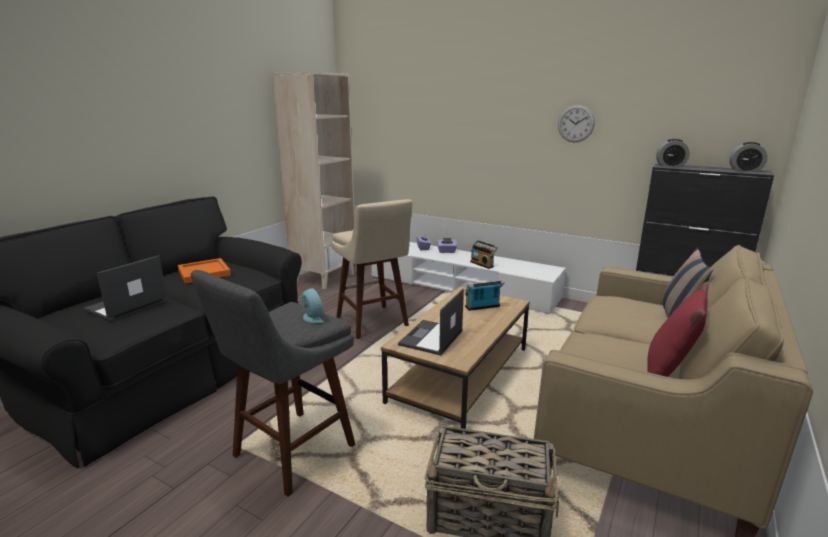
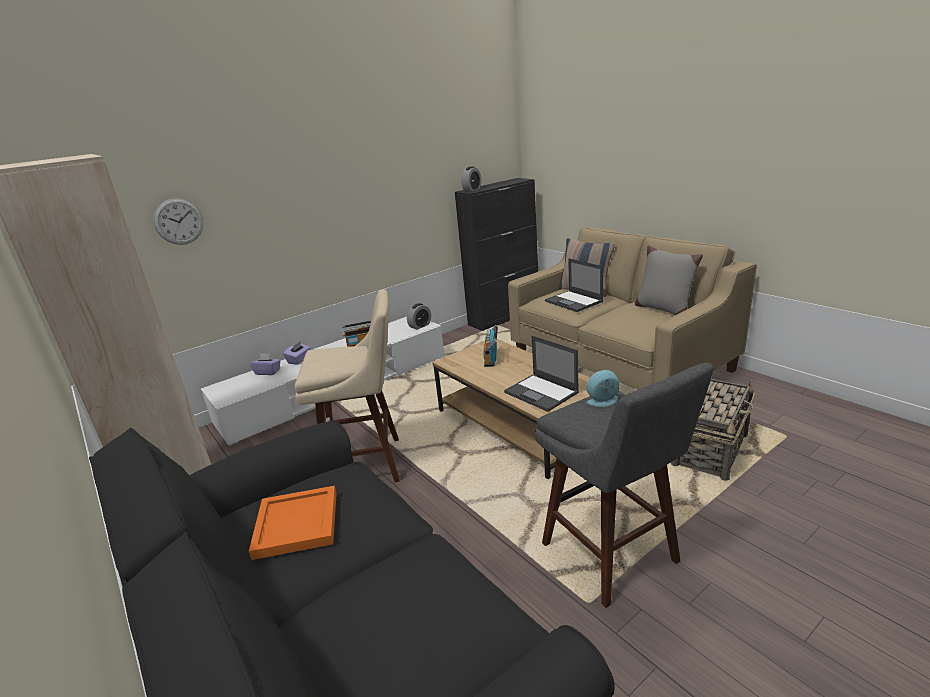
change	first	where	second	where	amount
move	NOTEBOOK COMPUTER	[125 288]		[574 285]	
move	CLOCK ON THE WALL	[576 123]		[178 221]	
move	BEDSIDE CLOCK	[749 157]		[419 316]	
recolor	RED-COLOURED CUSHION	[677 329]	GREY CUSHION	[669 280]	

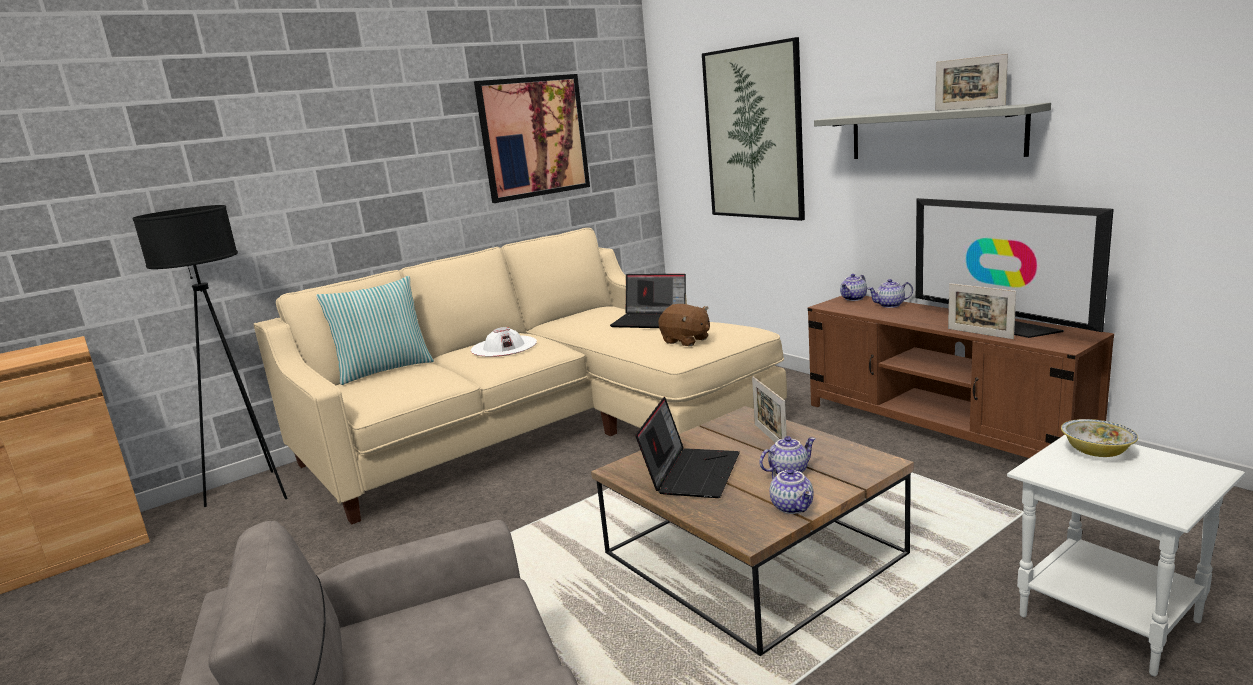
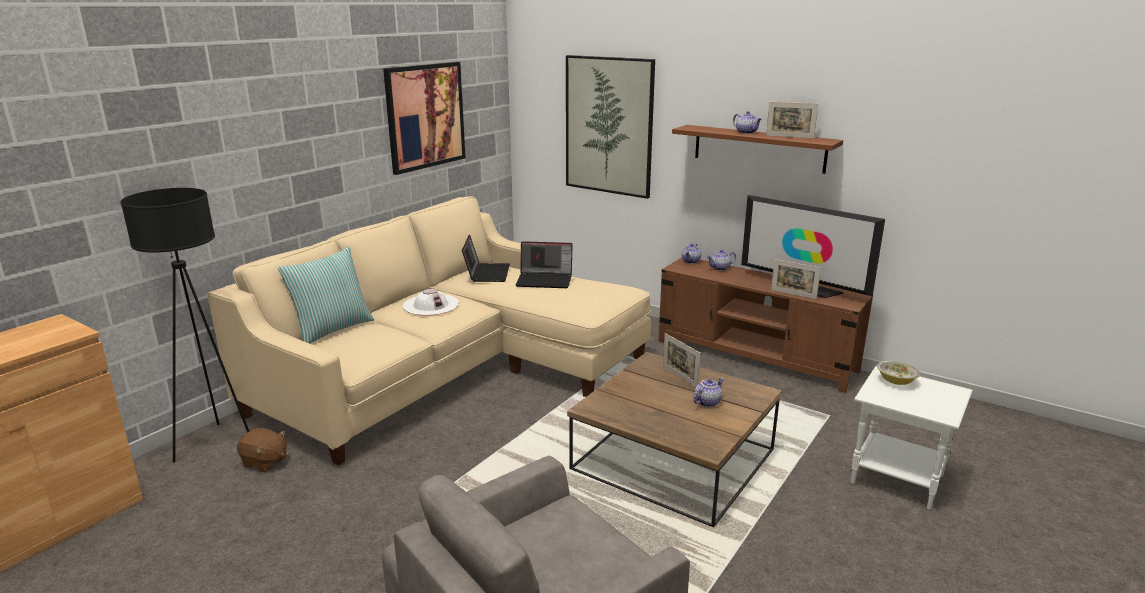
change	first	where	second	where	amount
move	NOTEBOOK COMPUTER	[687 447]		[486 258]	
move	BROWN SOFT TOY	[684 325]		[262 450]	
move	TEA POT	[792 489]		[747 122]	
recolor	GREY WALL SHELF	[932 131]	BROWN WALL SHELF	[757 149]	

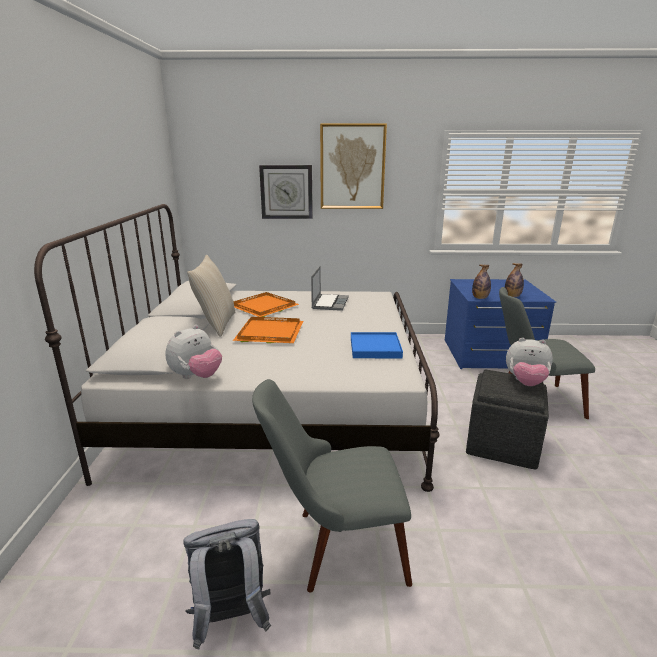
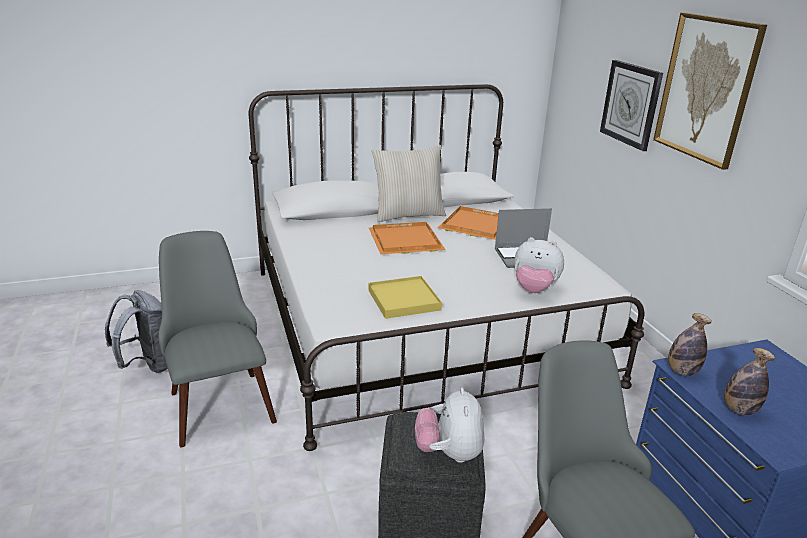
change	first	where	second	where	amount
move	SOFT TOY	[193 352]		[539 265]	
recolor	BLUISH CARRYING TRAY	[377 345]	YELLOW-COLOURED CARRYING TRAY	[405 297]	

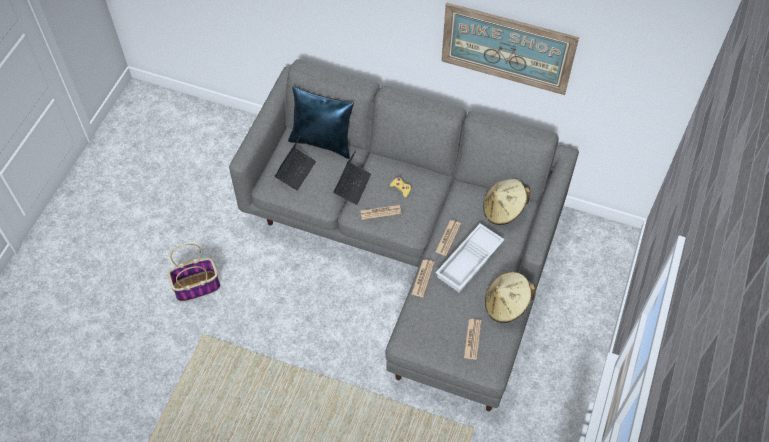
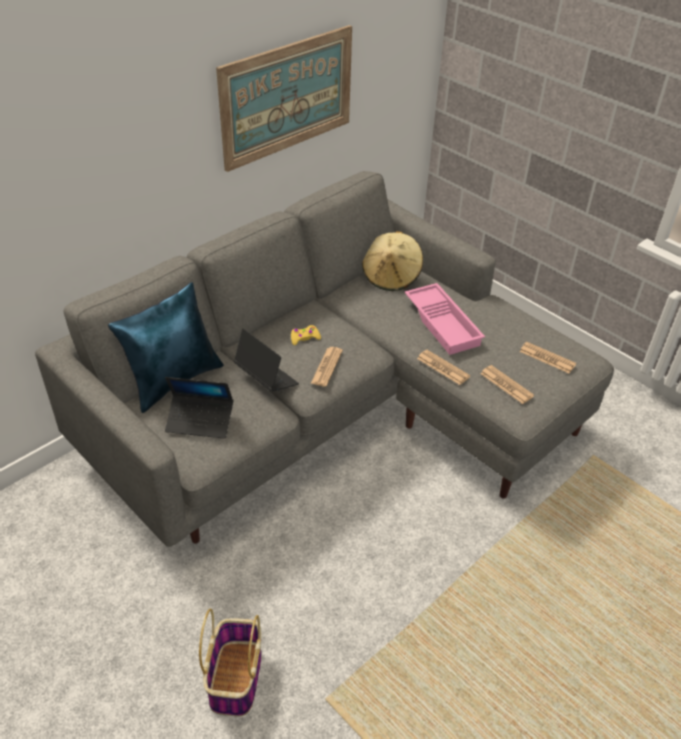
change	first	where	second	where	amount
delete	SAND-COLOURED HAT	[510 297]			
move	PRINTED PAPER	[448 238]		[507 384]	
recolor	WHITE CARRYING TRAY	[470 258]	PINK-COLOURED CARRYING TRAY	[444 319]	
rotate	NOTEBOOK COMPUTER	[295 164]		[199 408]	135 degrees clockwise

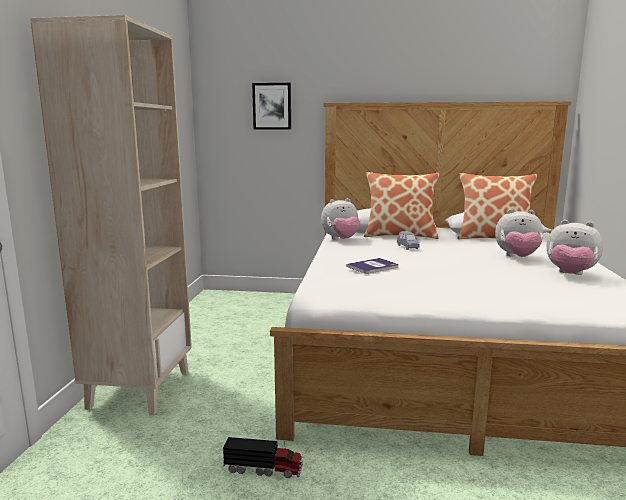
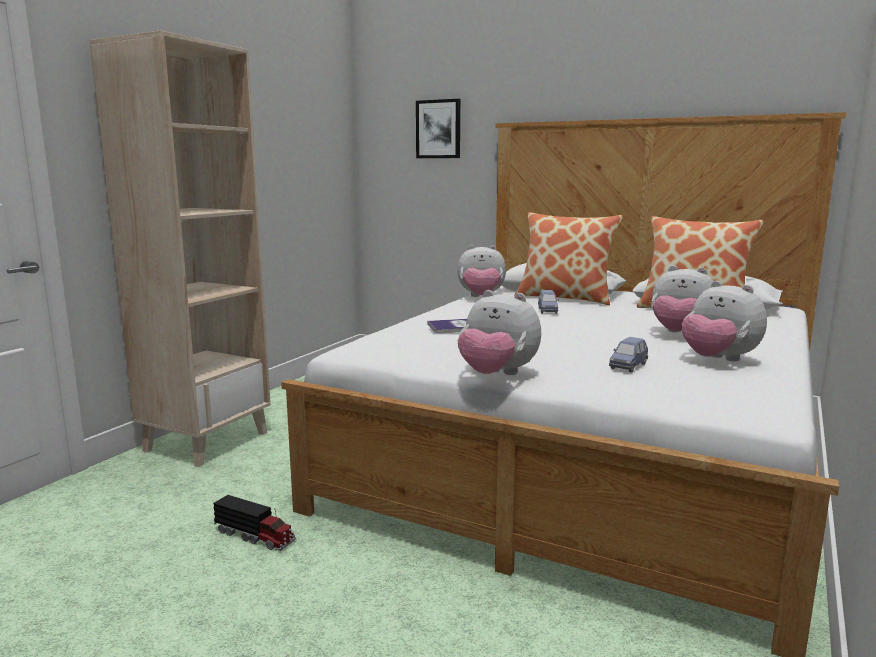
change	first	where	second	where	amount
insert			SOFT TOY	[499 332]	
insert			BLUISH MODEL CAR	[628 355]	

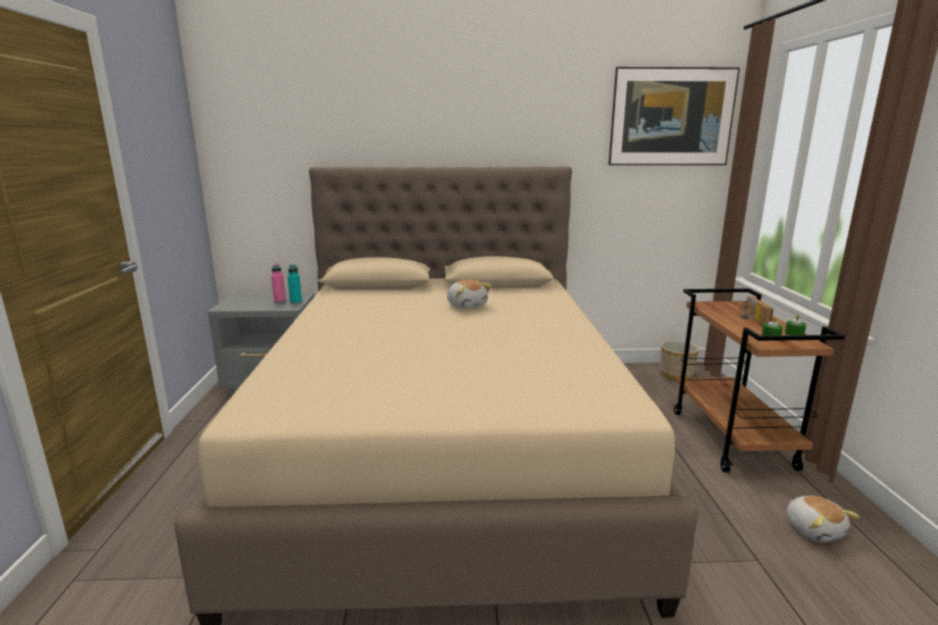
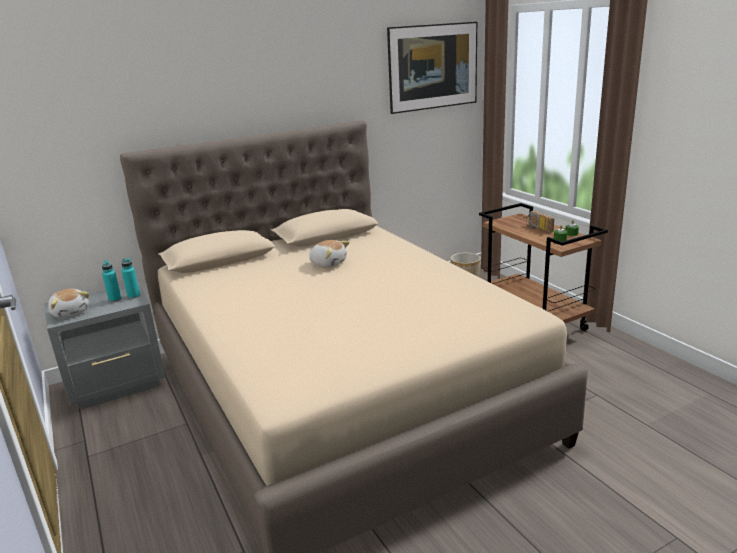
change	first	where	second	where	amount
move	SOFT TOY	[822 519]		[68 303]	
recolor	PINK-COLOURED BOTTLE	[278 283]	TURQUOISE BOTTLE	[112 281]	

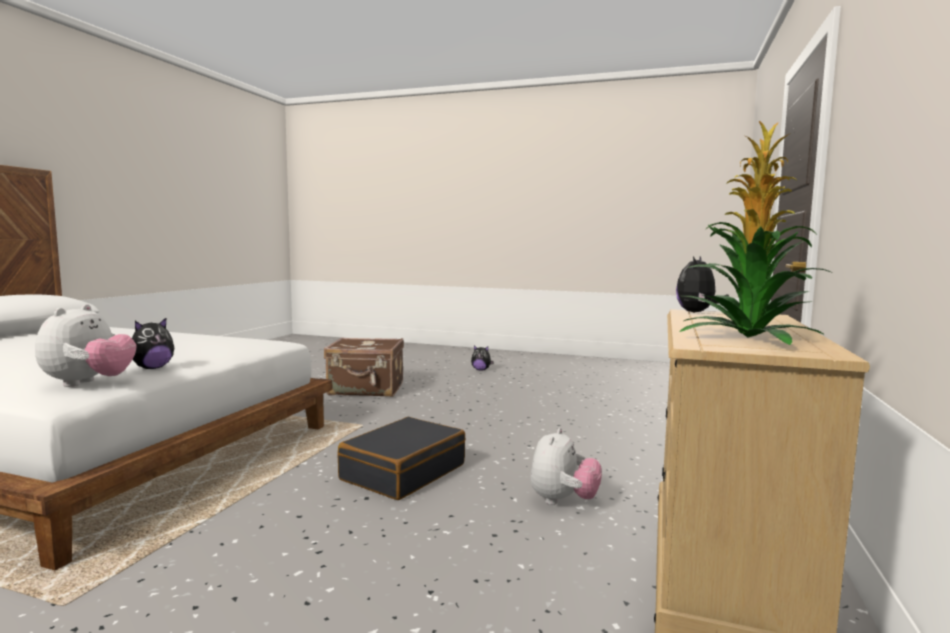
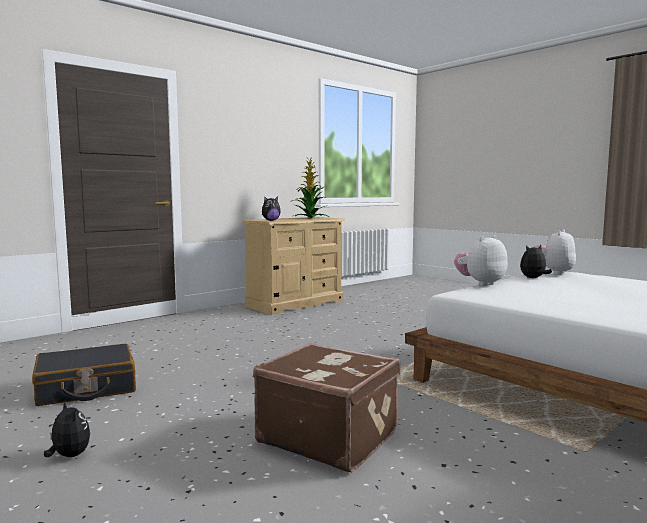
change	first	where	second	where	amount
move	BLACK-COLOURED PIECE OF LUGGAGE	[401 458]		[84 375]	
move	SOFT TOY	[566 466]		[481 260]	

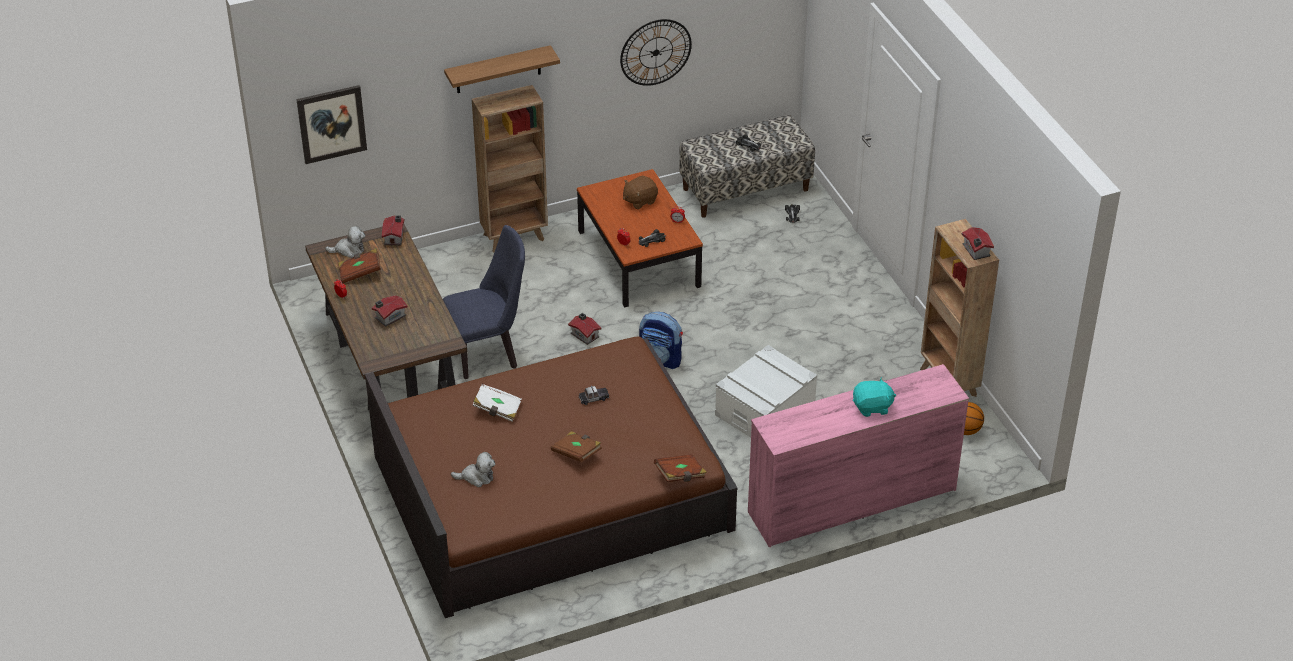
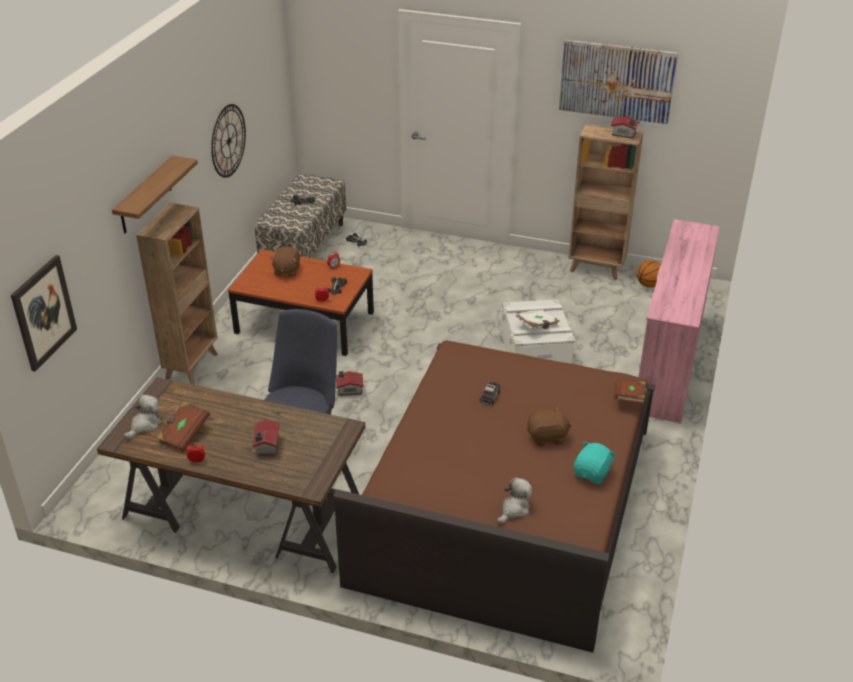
change	first	where	second	where	amount
delete	MODEL HOUSE	[393 230]			
delete	RUCKSACK	[661 340]			
insert			WALL ART	[618 81]	
move	WHITE VOLUME	[497 402]		[537 319]	
move	TURQUOISE SOFT TOY	[874 397]		[595 462]	
replace	BROWN VOLUME	[576 446]	BROWN SOFT TOY	[549 426]	

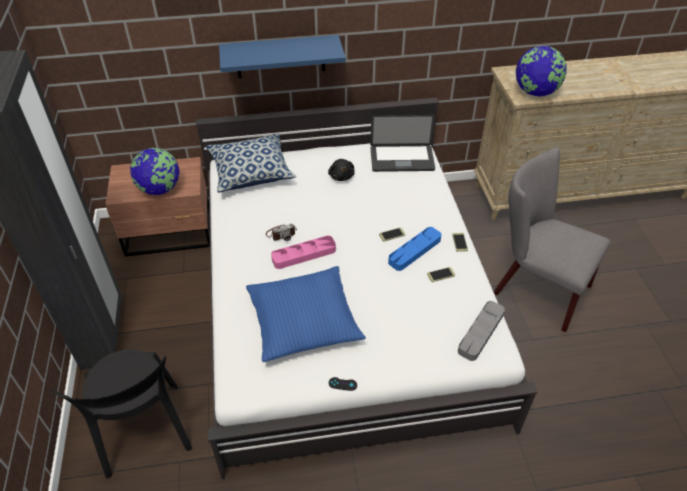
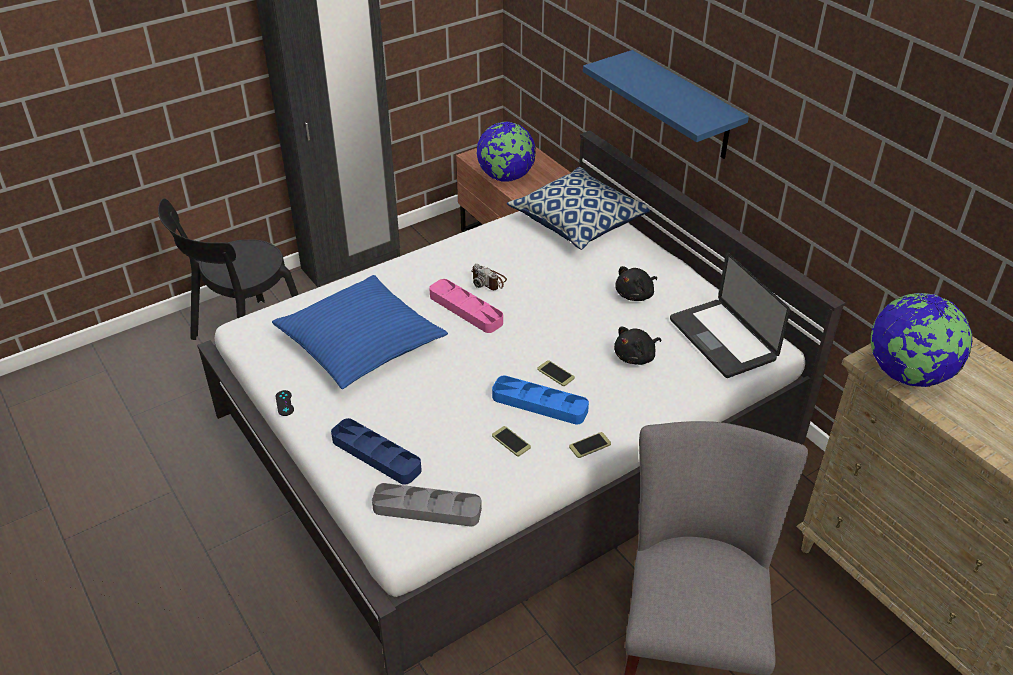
change	first	where	second	where	amount
insert			BLUISH CARRYING TRAY	[376 451]	
insert			BLACK-COLOURED SOFT TOY	[637 346]	

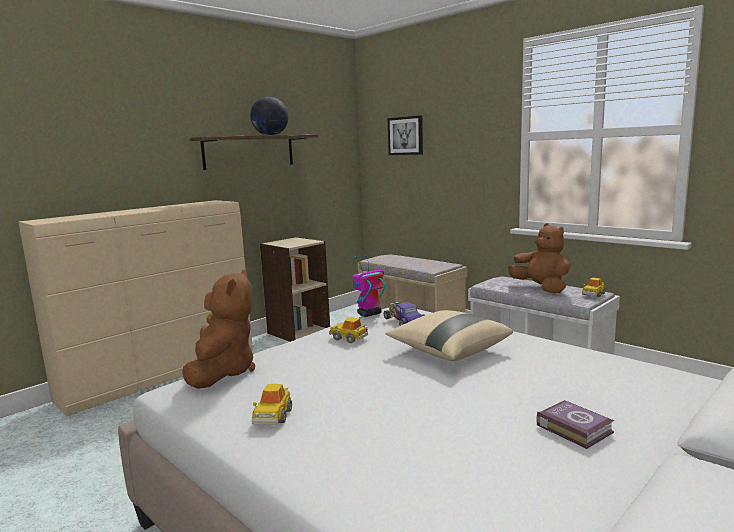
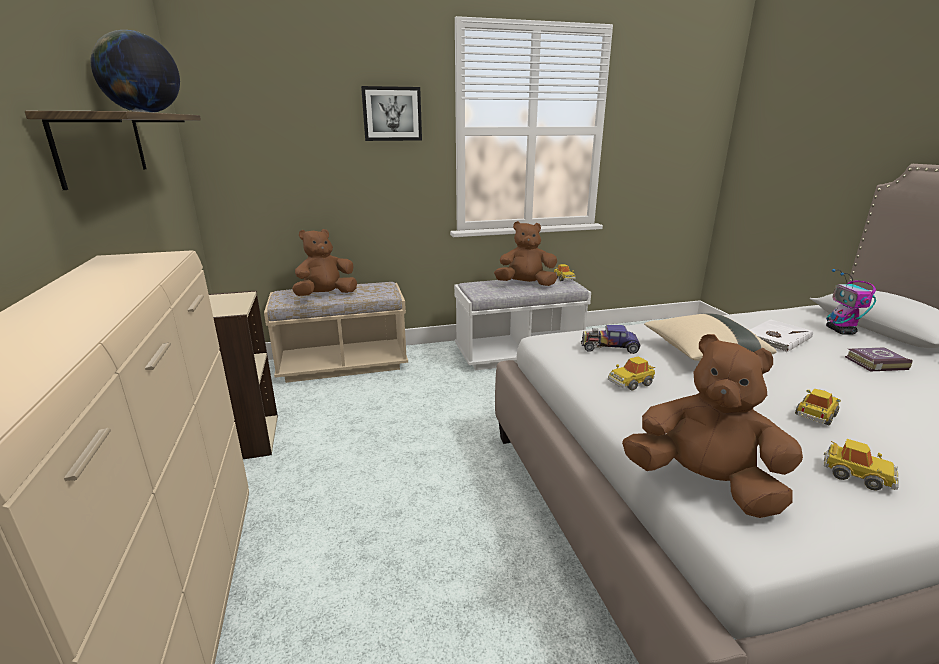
change	first	where	second	where	amount
insert			BROWN SOFT TOY	[324 262]	
insert			WHITE VOLUME	[781 335]	
insert			MODEL CAR	[818 407]	
move	MODEL ROBOT	[369 286]		[851 302]	
move	WALL ART	[405 135]		[391 113]	

